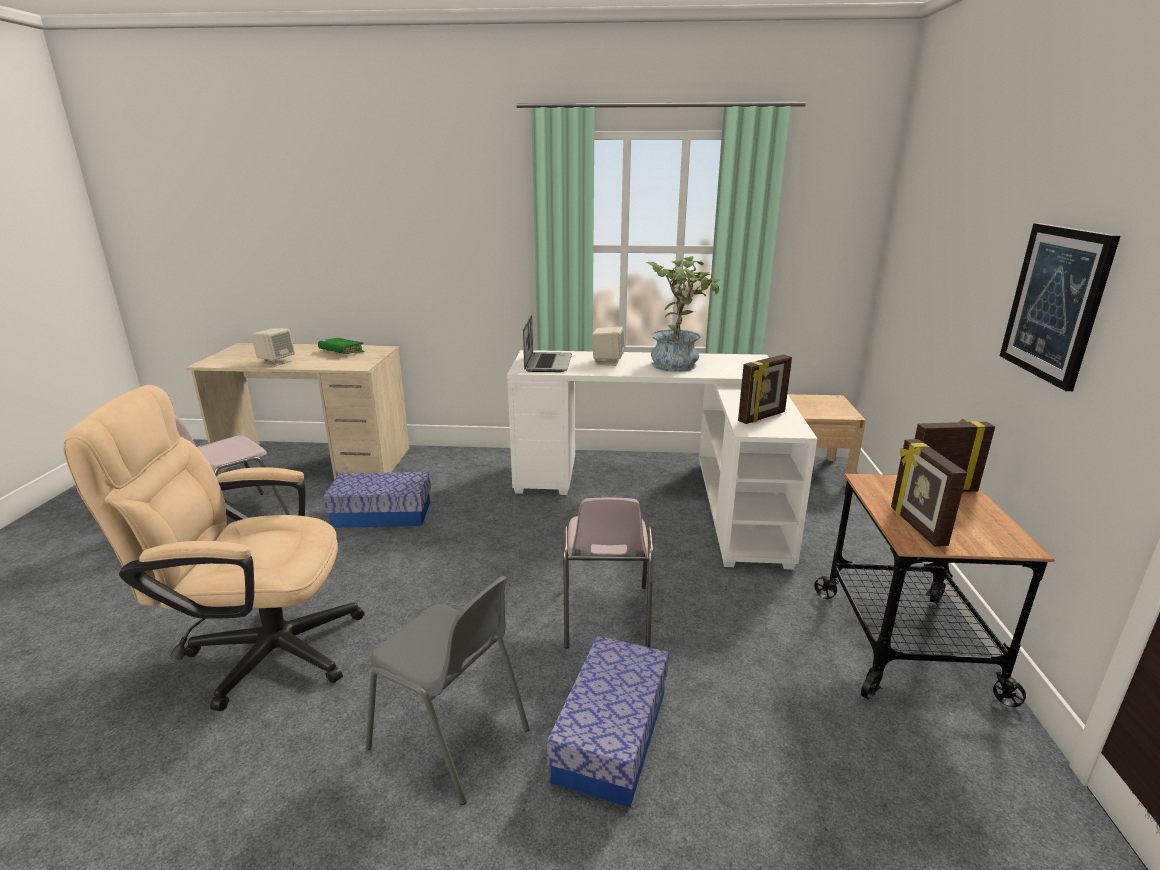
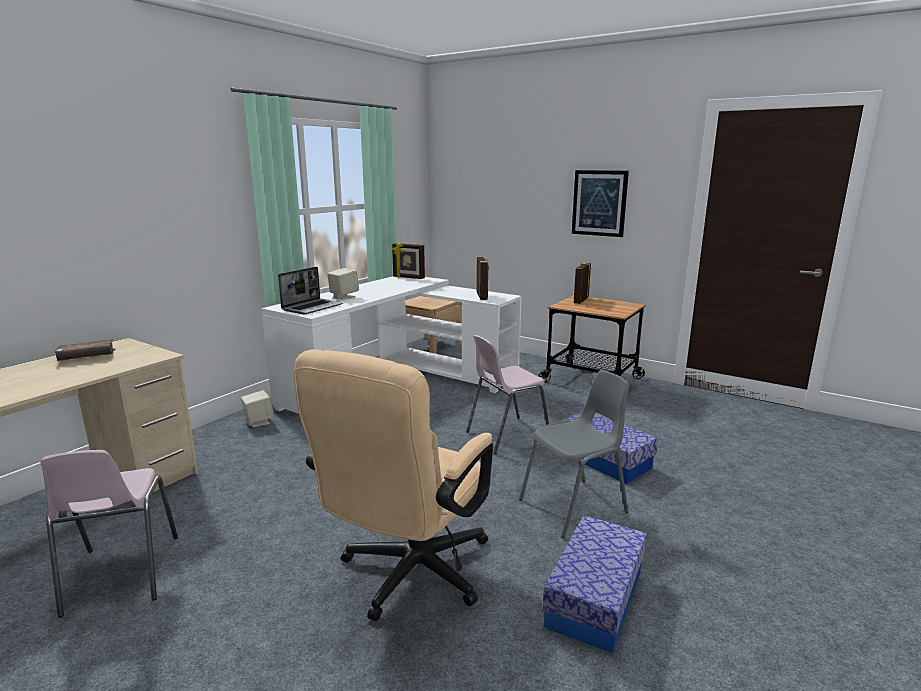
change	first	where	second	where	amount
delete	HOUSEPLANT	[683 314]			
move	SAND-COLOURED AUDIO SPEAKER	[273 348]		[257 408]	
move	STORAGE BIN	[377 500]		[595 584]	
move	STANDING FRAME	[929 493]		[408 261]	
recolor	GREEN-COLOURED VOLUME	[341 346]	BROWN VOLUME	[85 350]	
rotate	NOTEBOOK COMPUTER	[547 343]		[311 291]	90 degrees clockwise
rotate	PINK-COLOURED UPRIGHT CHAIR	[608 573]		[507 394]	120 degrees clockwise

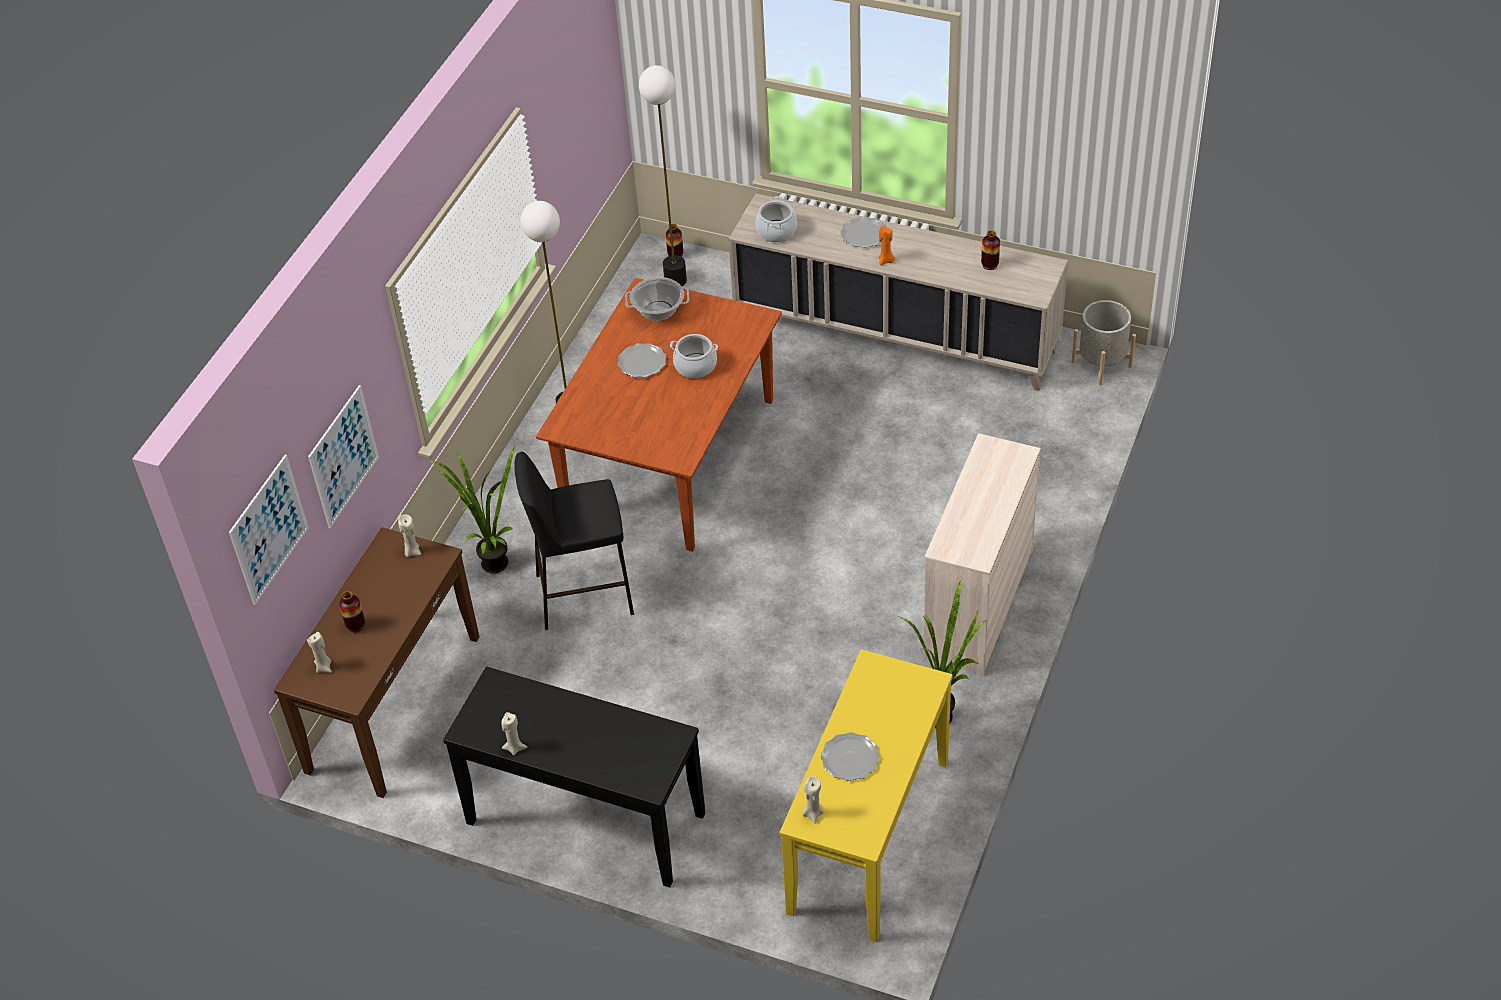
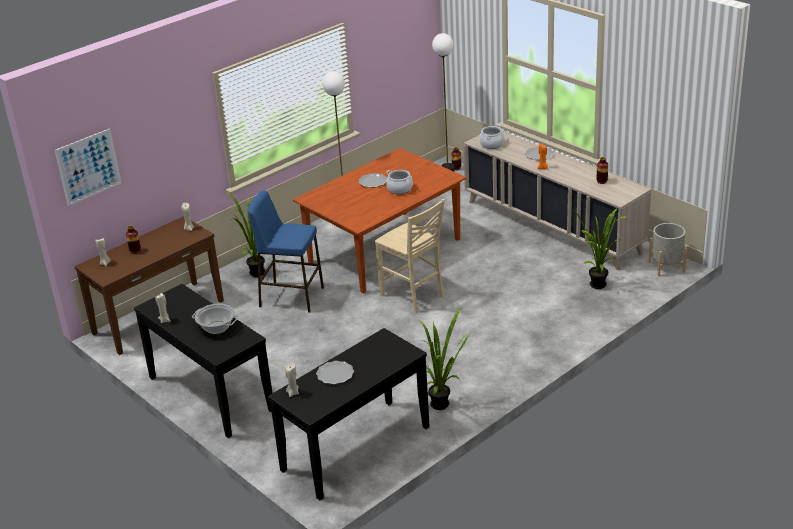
change	first	where	second	where	amount
delete	WALL ART	[343 457]			
delete	SAND-COLOURED DRESSER	[982 554]			
insert			SAND-COLOURED UPRIGHT CHAIR	[410 256]	
insert			HOUSEPLANT	[600 248]	
move	SAUCEPOT	[657 299]		[215 319]	
recolor	BLACK-COLOURED STOOL SEAT	[574 541]	BLUISH STOOL SEAT	[286 252]	
recolor	YELLOW-COLOURED CONSOLE TABLE	[866 795]	BLACK-COLOURED CONSOLE TABLE	[349 414]	

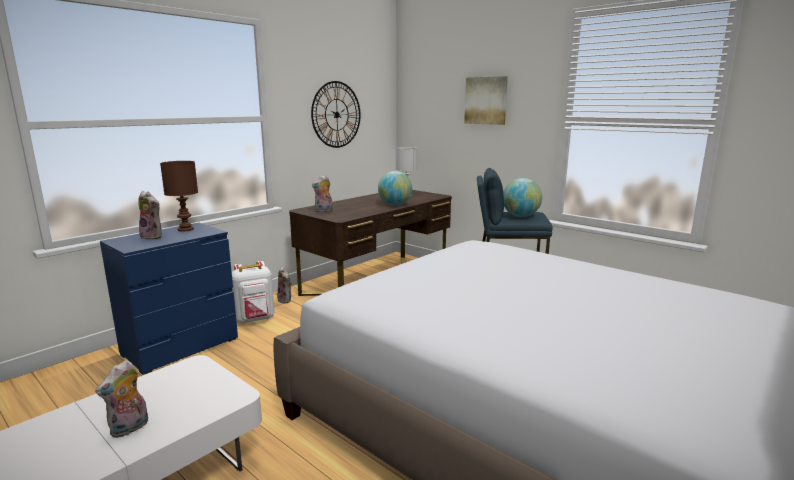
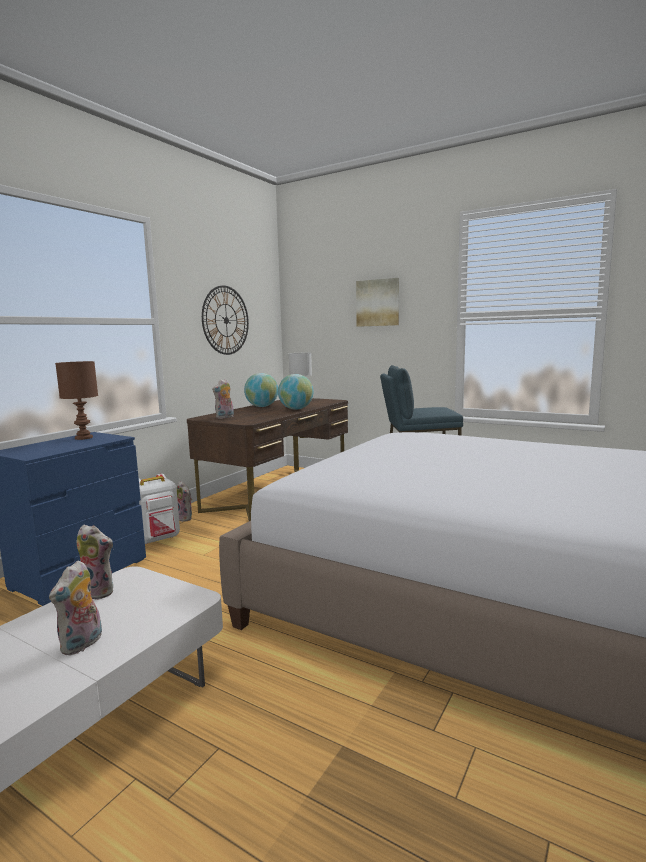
change	first	where	second	where	amount
move	SOFT TOY	[150 215]		[95 562]	
move	GLOBE	[522 197]		[261 390]	

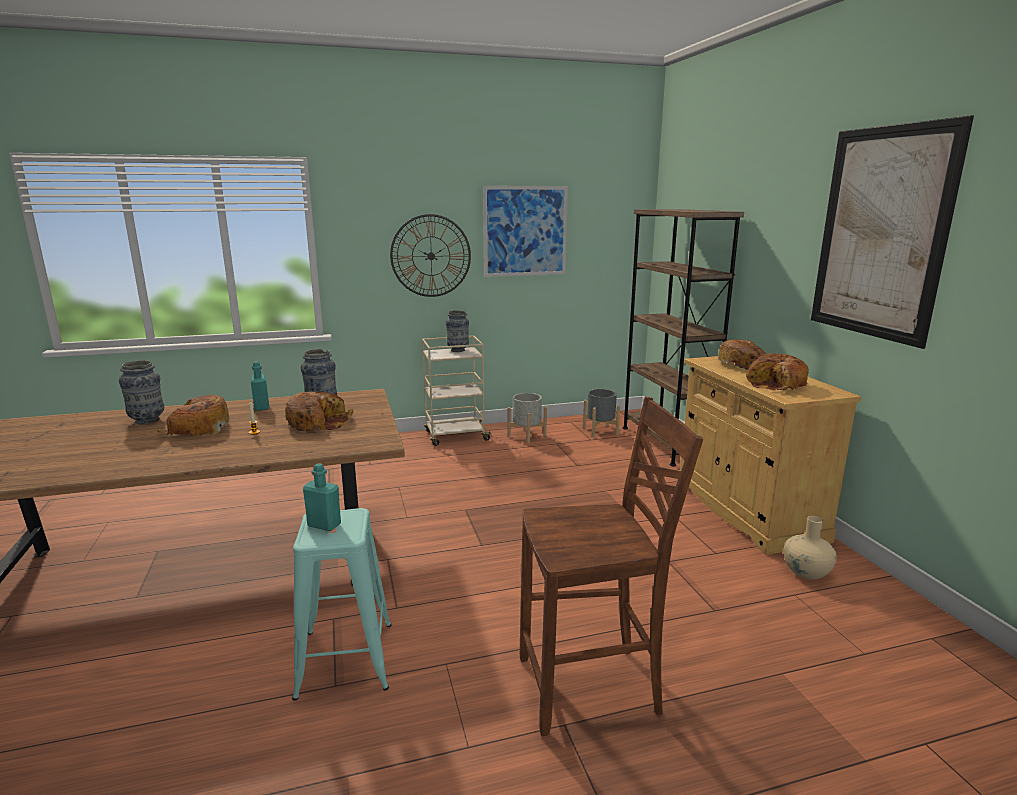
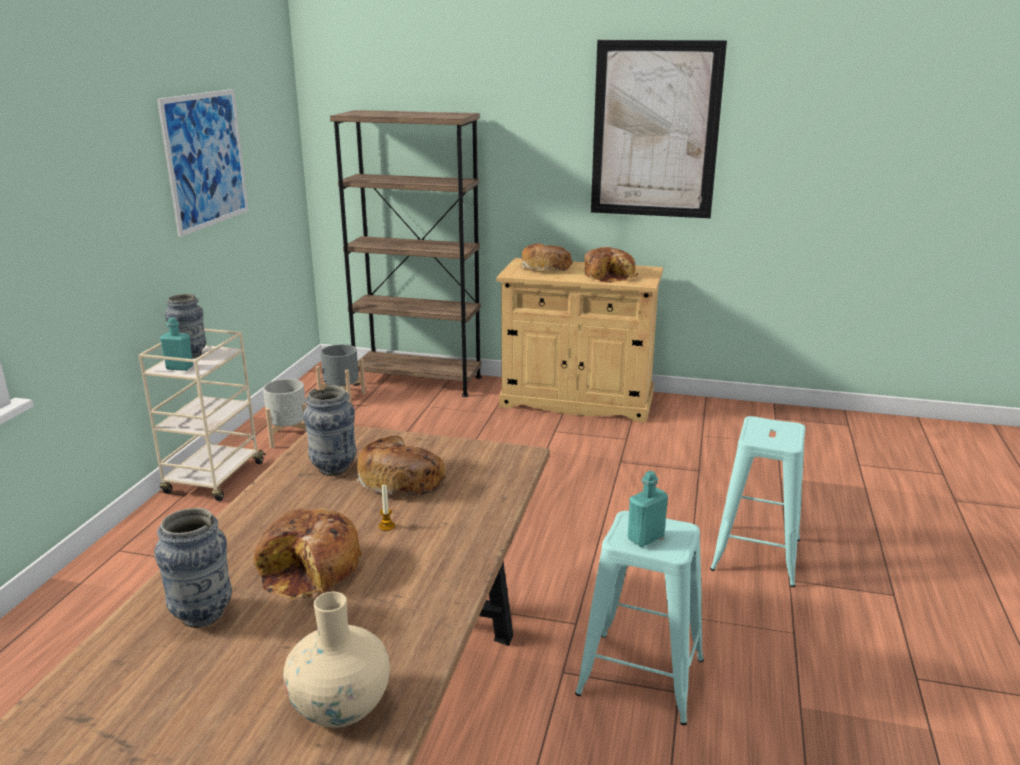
change	first	where	second	where	amount
delete	CLOCK ON THE WALL	[430 255]			
move	TURQUOISE BOTTLE	[260 386]		[176 344]	
move	SAND-COLOURED VASE	[810 548]		[336 660]	
replace	BROWN UPRIGHT CHAIR	[611 566]	TURQUOISE STOOL SEAT	[758 501]	

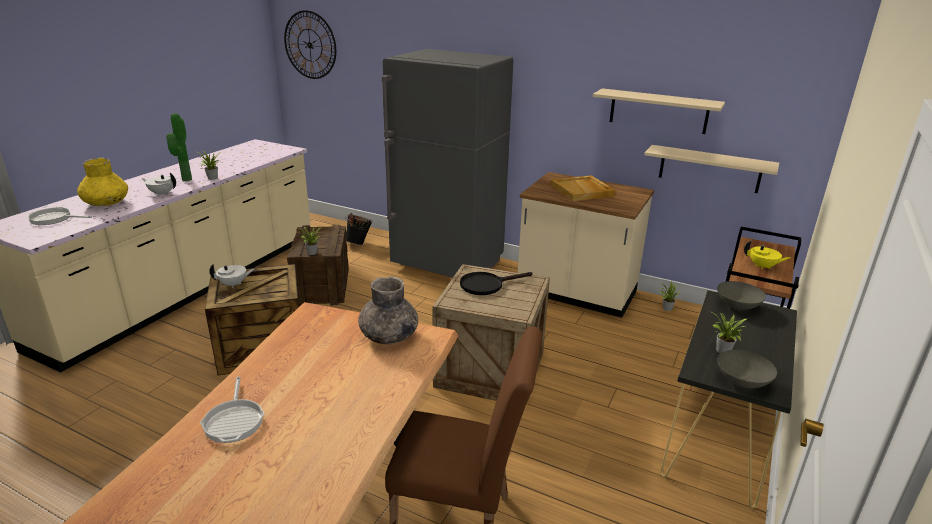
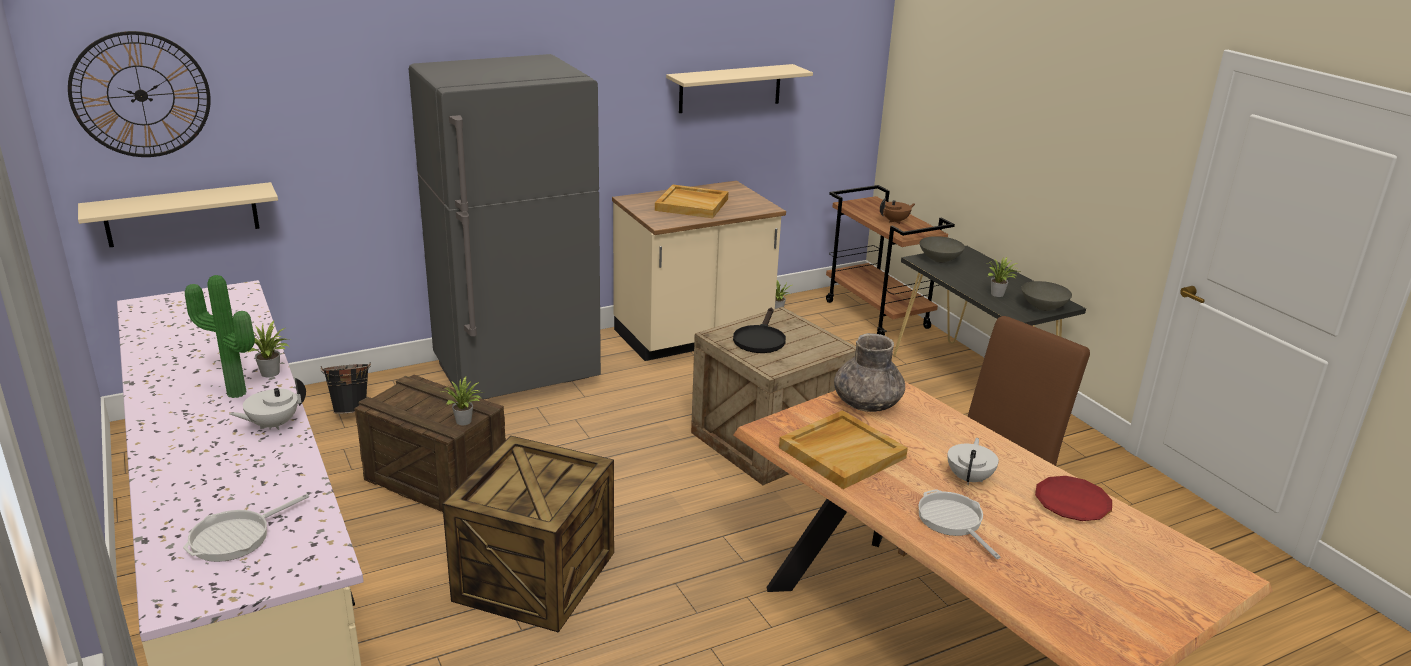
change	first	where	second	where	amount
delete	YELLOW-COLOURED VASE	[102 182]			
insert			SAND-COLOURED CARRYING TRAY	[843 449]	
insert			RED-COLOURED FLAT DISH	[1073 498]	
move	WHITE TEA POT	[231 276]		[973 461]	
move	SAND-COLOURED WALL SHELF	[711 169]		[178 215]	
recolor	YELLOW-COLOURED TEA POT	[767 255]	BROWN TEA POT	[897 211]	
rotate	SKILLET	[232 410]		[959 524]	135 degrees counterclockwise

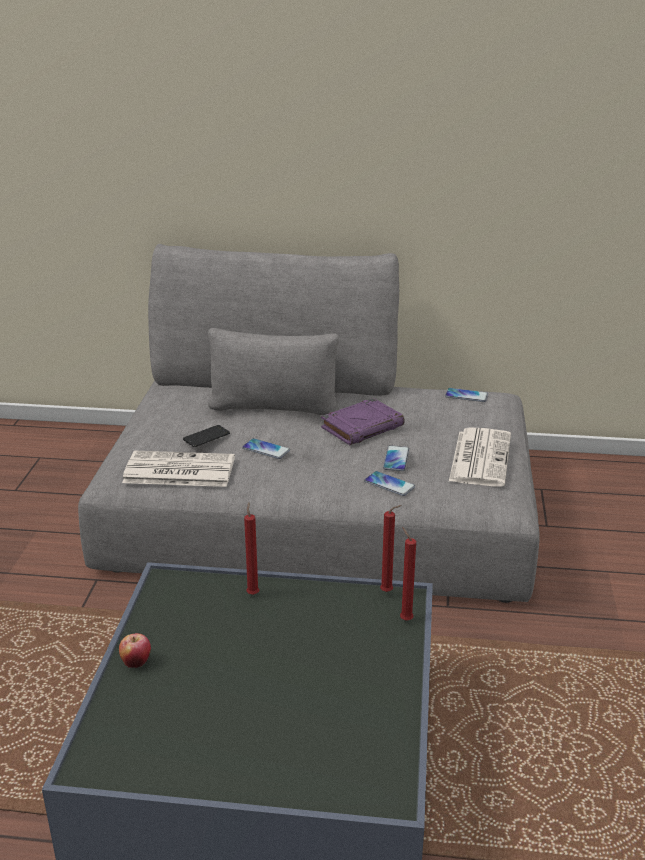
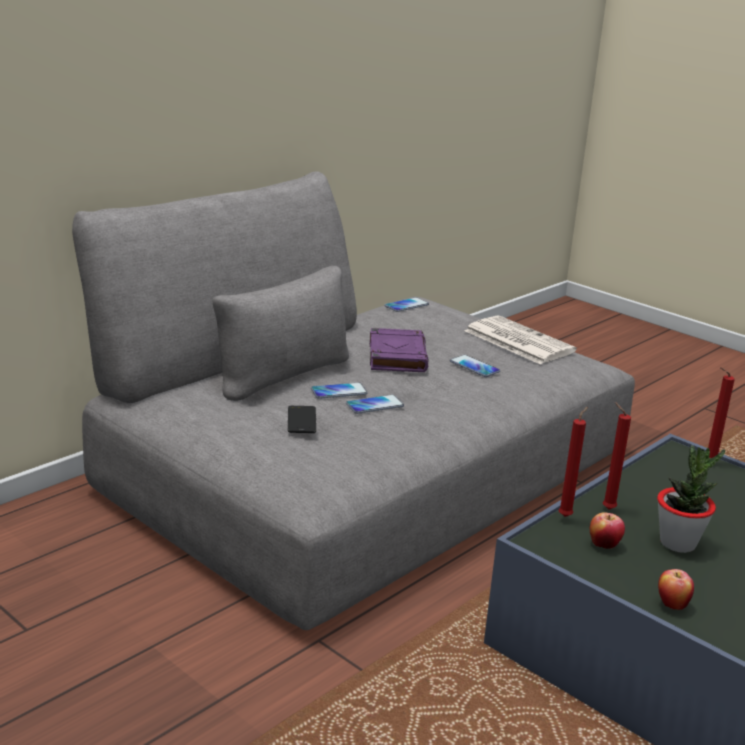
change	first	where	second	where	amount
delete	PRINTED PAPER	[178 469]			
insert			APPLE	[607 530]	
insert			HOUSEPLANT	[691 499]	
move	TELEPHONE	[389 483]		[339 391]	
move	RED-COLOURED WAX LIGHT	[391 548]		[573 462]	

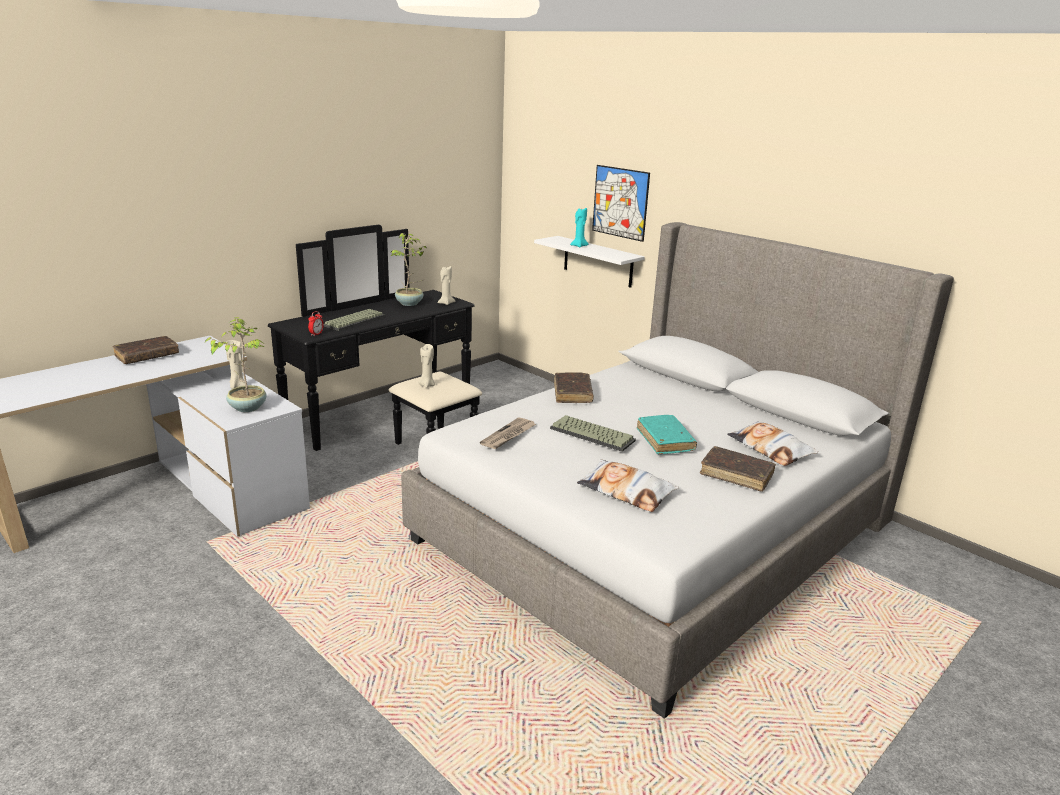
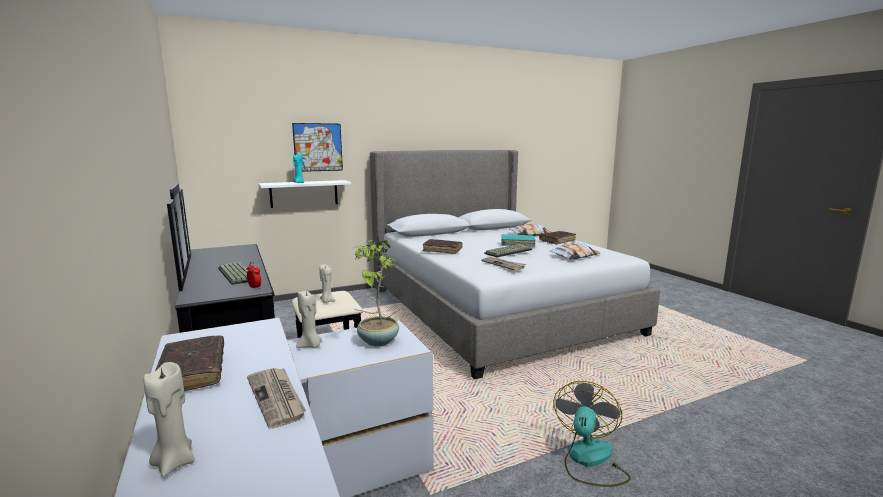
change	first	where	second	where	amount
delete	HOUSEPLANT	[408 269]			
insert			PRINTED PAPER	[276 398]	
insert			COOLING FAN	[592 434]	
move	SAND-COLOURED WAX LIGHT	[446 285]		[169 419]	

